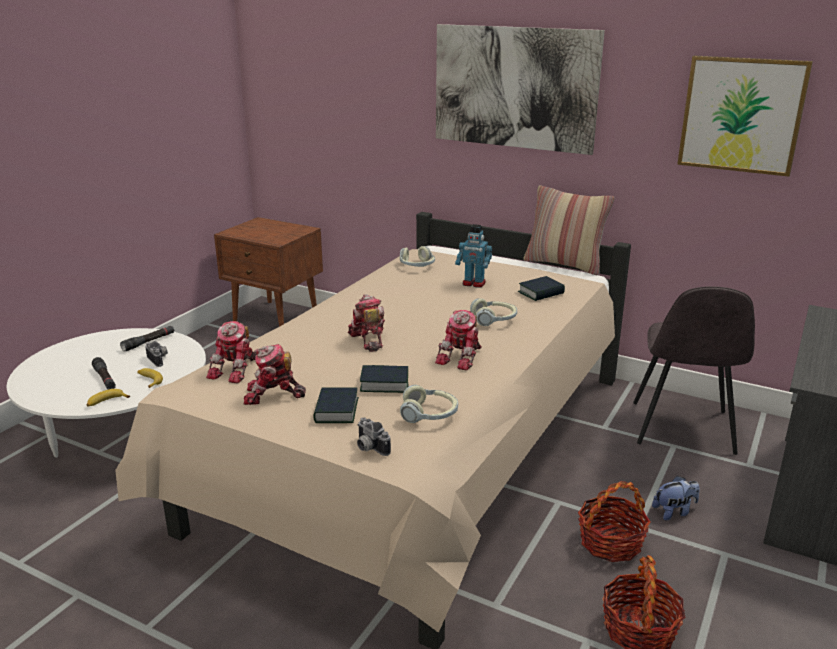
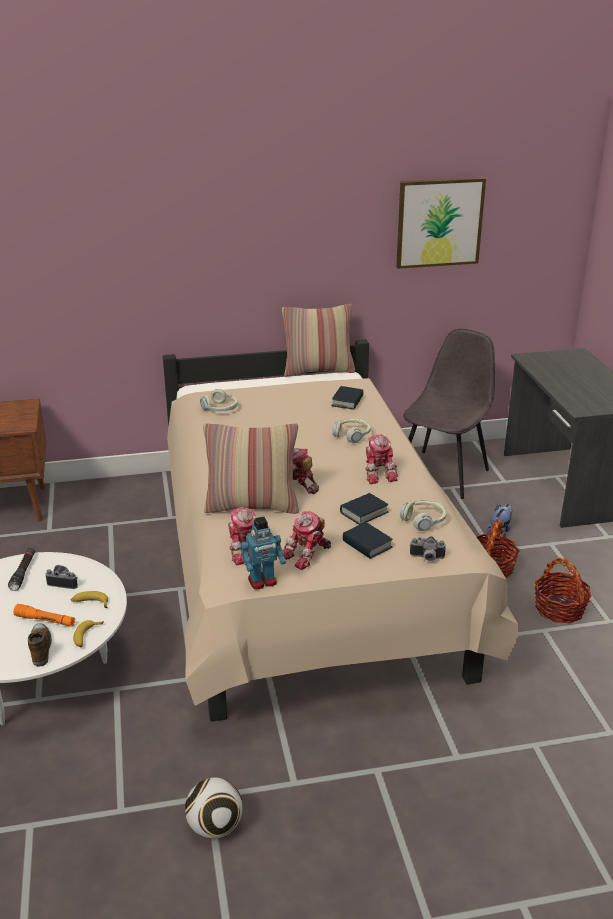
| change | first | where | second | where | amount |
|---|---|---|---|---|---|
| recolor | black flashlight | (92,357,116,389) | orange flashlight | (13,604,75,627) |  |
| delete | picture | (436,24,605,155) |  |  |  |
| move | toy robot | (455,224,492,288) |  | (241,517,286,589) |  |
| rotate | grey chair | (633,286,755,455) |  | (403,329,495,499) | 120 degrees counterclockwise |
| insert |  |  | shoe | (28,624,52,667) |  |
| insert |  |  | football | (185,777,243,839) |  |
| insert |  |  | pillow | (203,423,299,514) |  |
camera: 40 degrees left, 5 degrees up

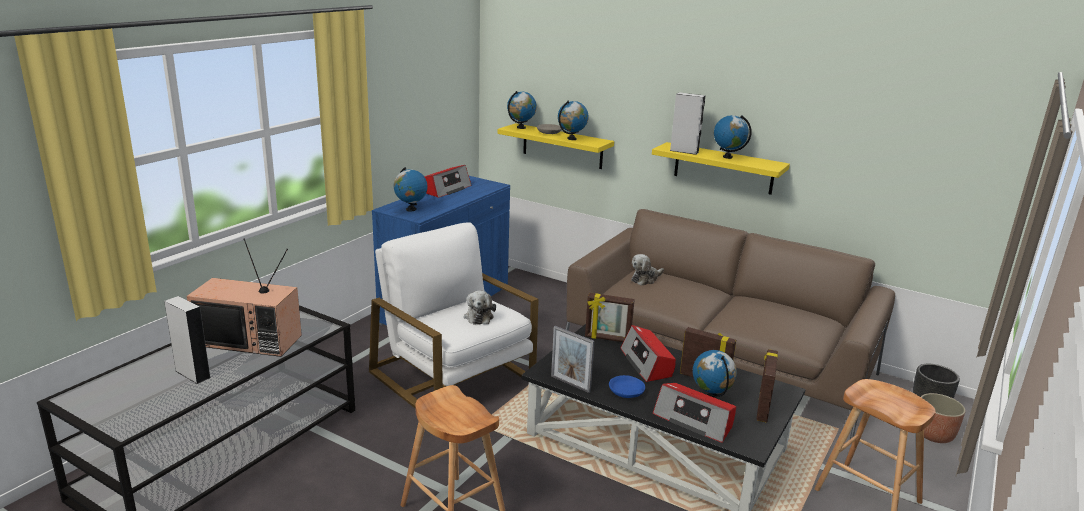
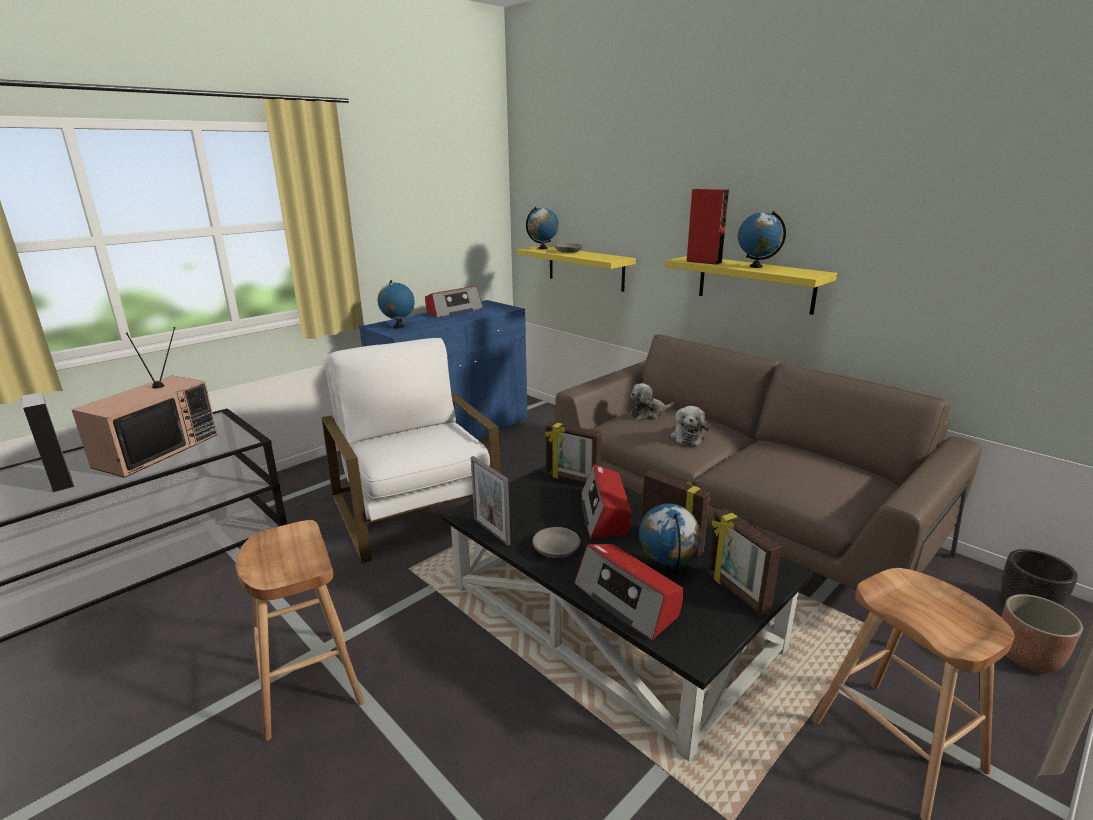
| change | first | where | second | where | amount |
|---|---|---|---|---|---|
| rotate | television | (187,238,302,357) |  | (72,327,217,478) | 90 degrees counterclockwise |
| move | plush toy | (464,290,496,325) |  | (671,406,710,445) |  |
| delete | globe | (558,101,588,140) |  |  |  |
| recolor | blue bowl | (609,375,645,398) | grey bowl | (532,527,580,558) |  |
| recolor | grey speaker | (670,92,705,155) | red speaker | (686,189,729,265) |  |
| rotate | picture frame | (757,349,778,423) |  | (708,508,782,616) | 60 degrees counterclockwise |
camera: 15 degrees right, 0 degrees up

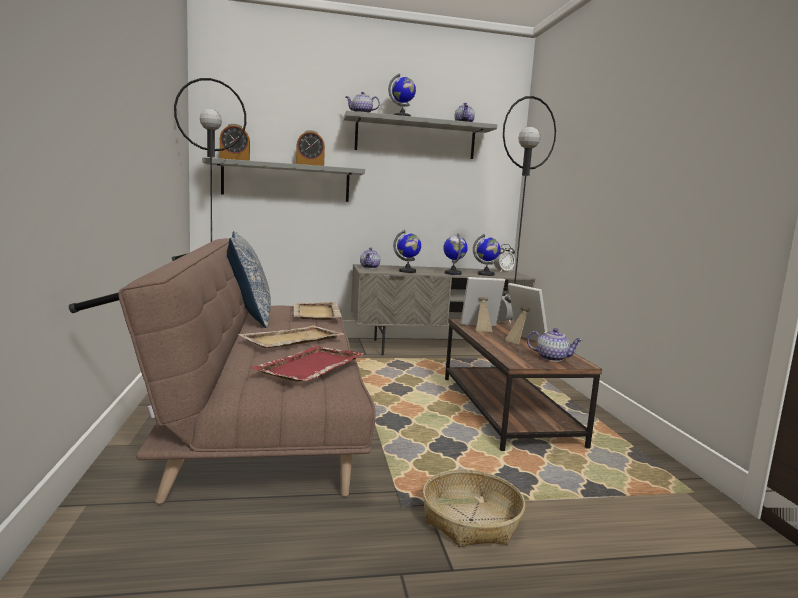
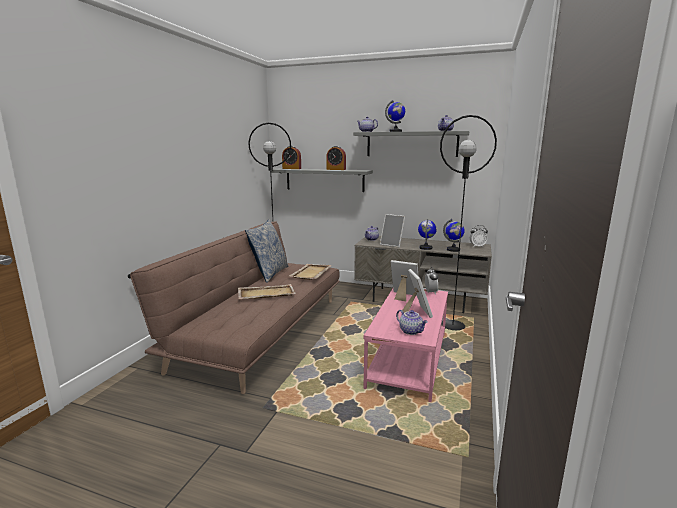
| change | first | where | second | where | amount |
|---|---|---|---|---|---|
| delete | red tray | (250,346,366,382) |  |  |  |
| replace | globe | (393,230,421,273) | picture frame | (380,214,405,248) |  |
| delete | basket | (423,470,525,547) |  |  |  |
| recolor | brown coffee table | (445,319,602,451) | pink coffee table | (363,289,448,402) |  |
camera: 30 degrees right, 5 degrees up

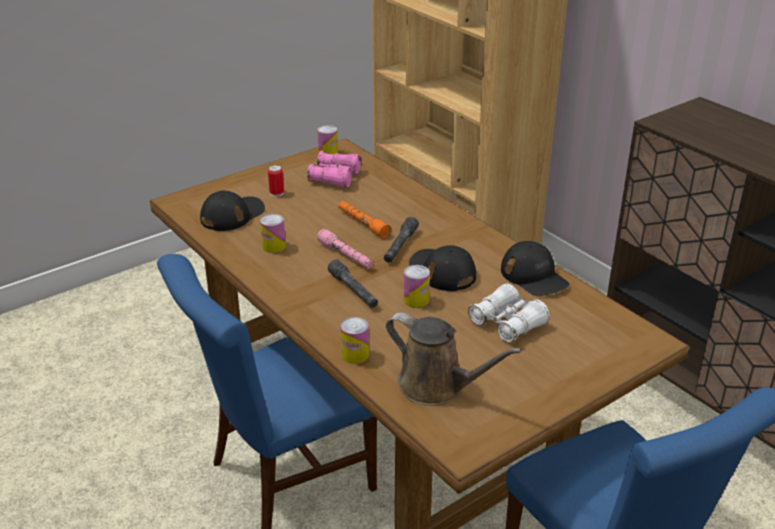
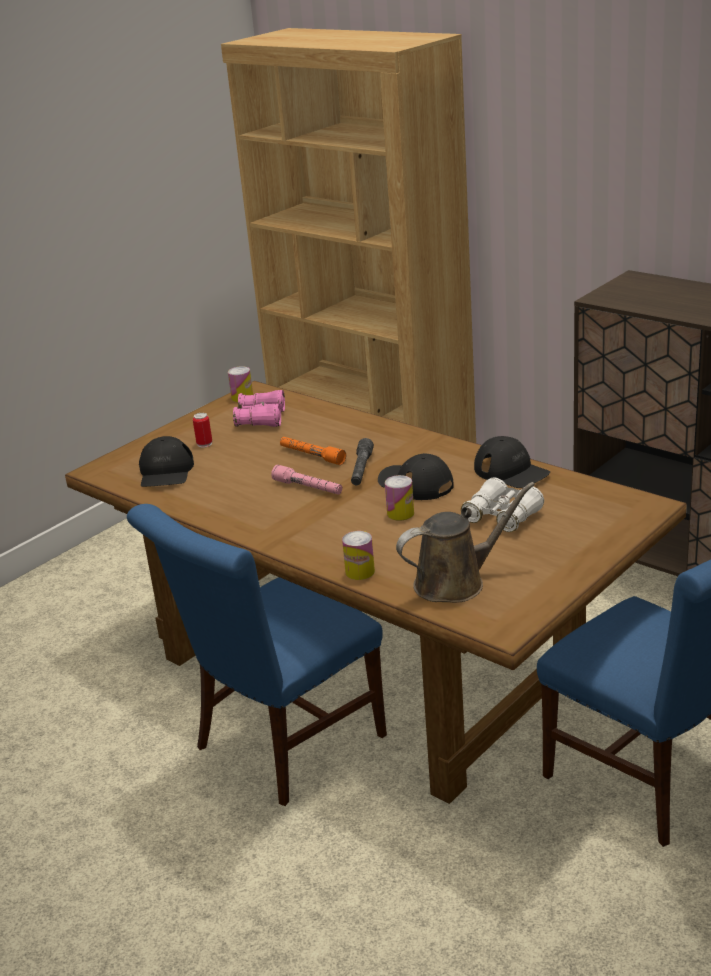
| change | first | where | second | where | amount |
|---|---|---|---|---|---|
| rotate | black cap | (200,190,265,231) |  | (139,436,194,487) | 150 degrees clockwise |
| delete | can | (260,214,286,253) |  |  |  |
| delete | grey flashlight | (328,259,378,308) |  |  |  |
| rotate | brown watering can | (386,313,522,406) |  | (396,482,535,603) | 45 degrees counterclockwise |
camera: 10 degrees left, 5 degrees down

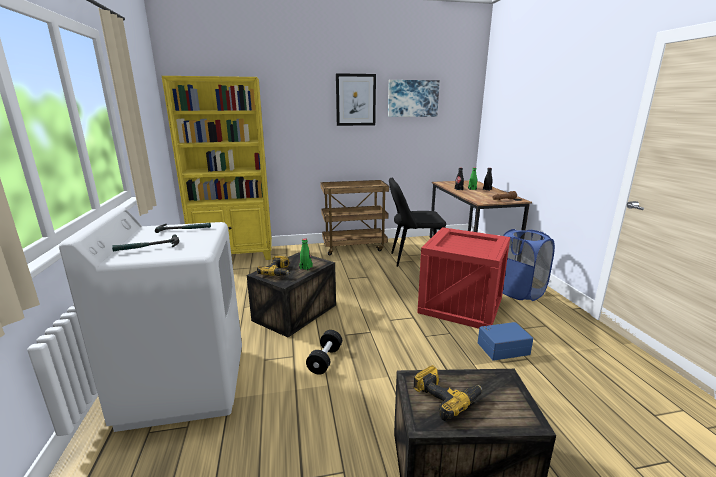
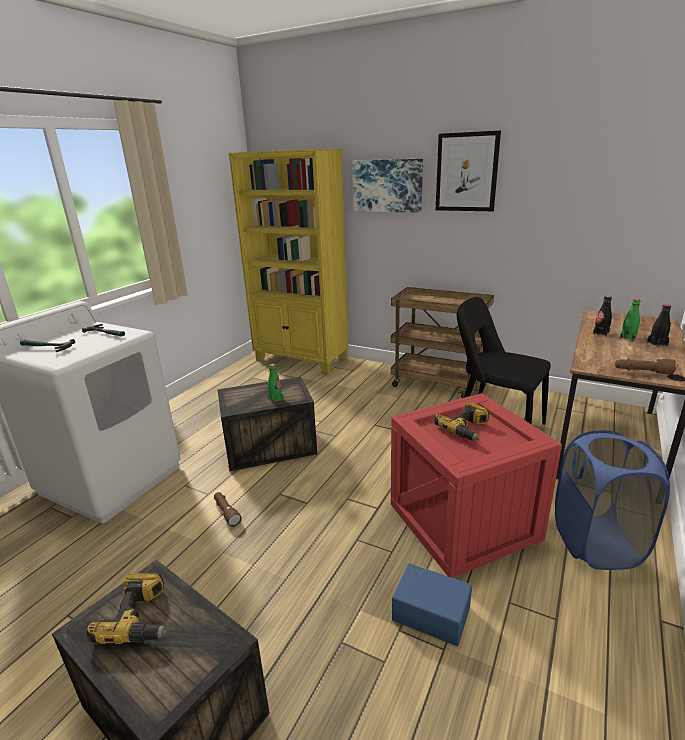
| change | first | where | second | where | amount |
|---|---|---|---|---|---|
| move | power drill | (257,256,290,276) |  | (434,402,489,441) |  |
| replace | black dumbbell | (306,330,342,375) | brown flashlight | (214,492,242,527) |  |
| move | picture | (388,80,440,117) |  | (352,159,423,213) |  |
camera: 40 degrees right, 5 degrees up

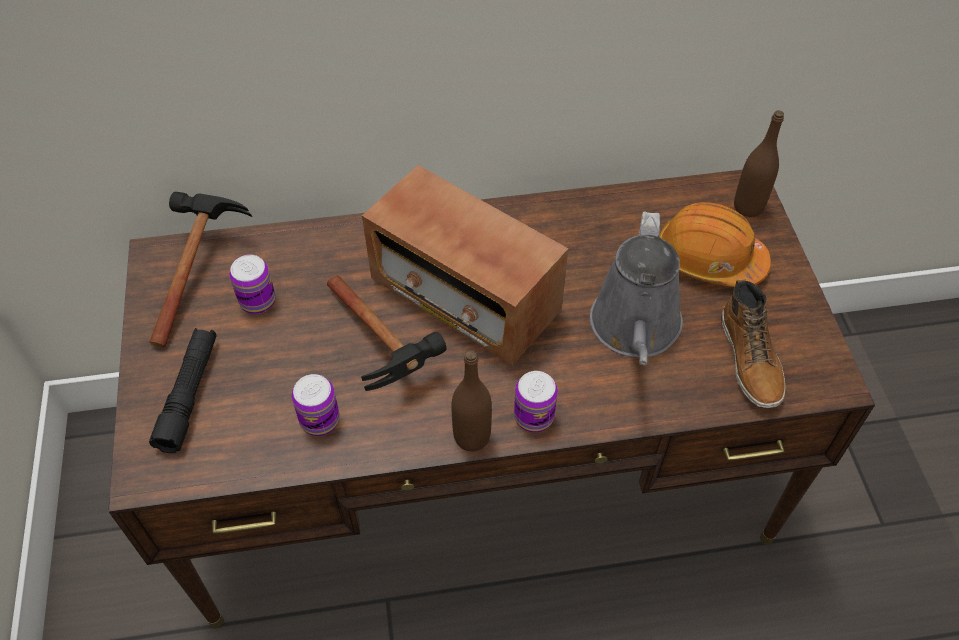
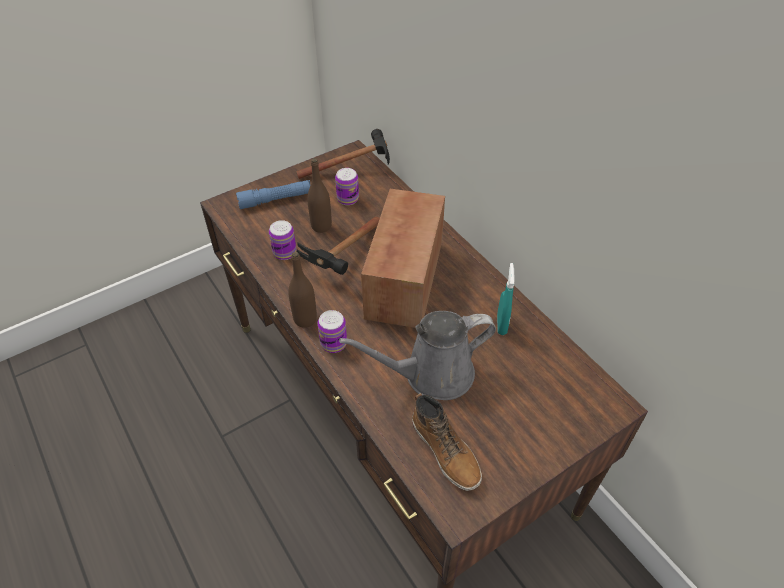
| change | first | where | second | where | amount |
|---|---|---|---|---|---|
| recolor | black flashlight | (149,328,217,453) | blue flashlight | (236,180,311,209) |  |
| delete | orange hard hat | (659,202,771,287) |  |  |  |
| rotate | boot | (721,279,785,408) |  | (412,393,482,491) | 90 degrees counterclockwise |
| move | brown bottle | (734,110,784,217) |  | (307,158,332,233) |  |
| insert |  |  | turquoise spray bottle | (497,263,515,335) |  |
camera: 65 degrees right, 5 degrees down

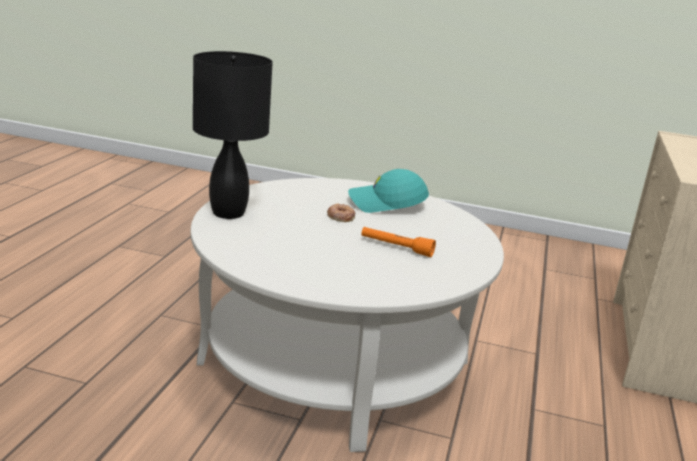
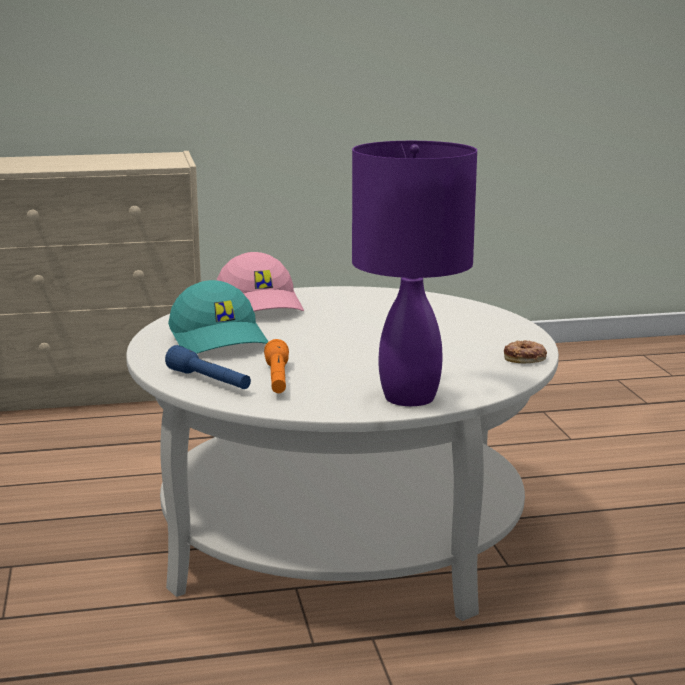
| change | first | where | second | where | amount |
|---|---|---|---|---|---|
| recolor | black table lamp | (193,51,273,219) | purple table lamp | (352,141,477,406) |  |
| move | donut | (327,204,355,222) |  | (504,340,547,363) |  |
| move | orange flashlight | (361,227,436,257) |  | (264,339,289,393) |  |
| insert |  |  | blue flashlight | (165,345,251,389) |  |
| insert |  |  | pink cap | (217,252,304,311) |  |
camera: 115 degrees left, 5 degrees down

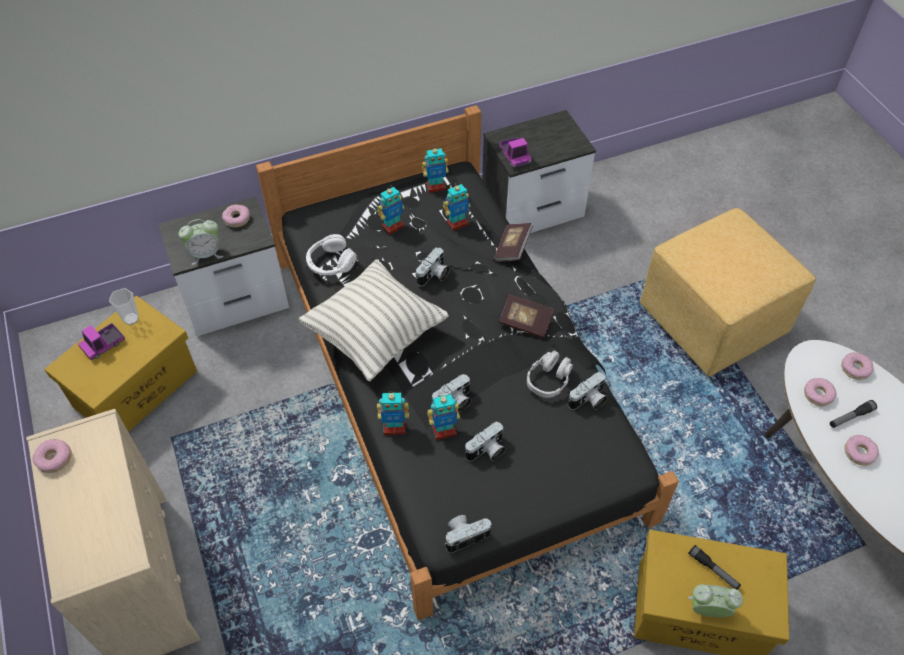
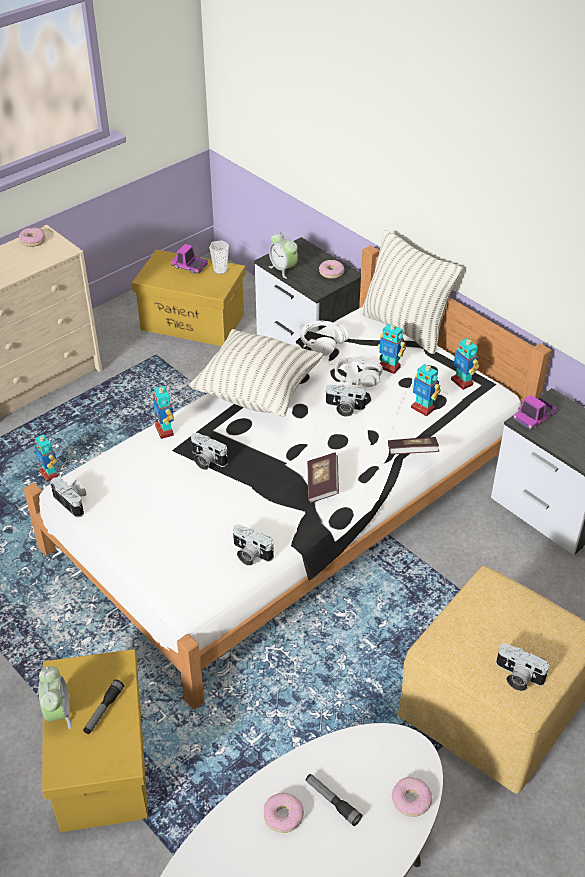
| change | first | where | second | where | amount |
|---|---|---|---|---|---|
| recolor | black bed | (256,105,679,620) | white bed | (24,245,551,709) |  |
| move | toy robot | (427,394,460,440) |  | (34,434,58,482) |  |
| move | photo camera | (465,422,506,461) |  | (496,643,549,691) |  |
| move | grey headphones | (527,350,573,398) |  | (335,357,383,387) |  |
| delete | donut | (804,378,836,406) |  |  |  |
| insert |  |  | pillow | (360,230,462,354) |  |
camera: 70 degrees right, 10 degrees down

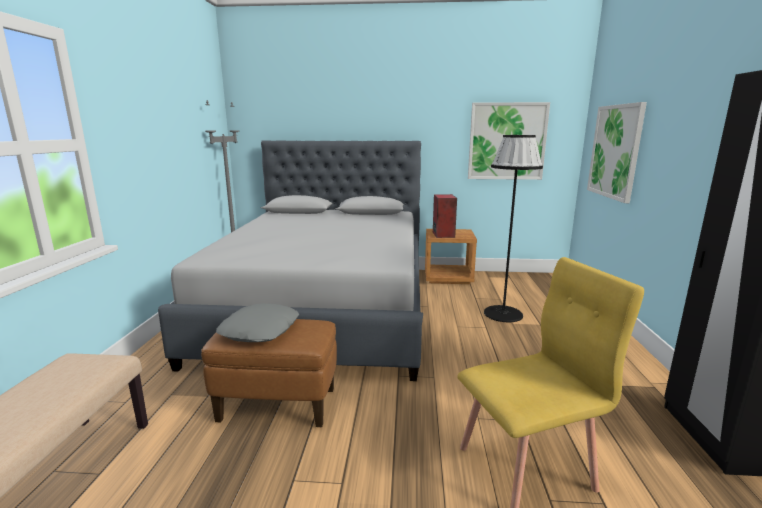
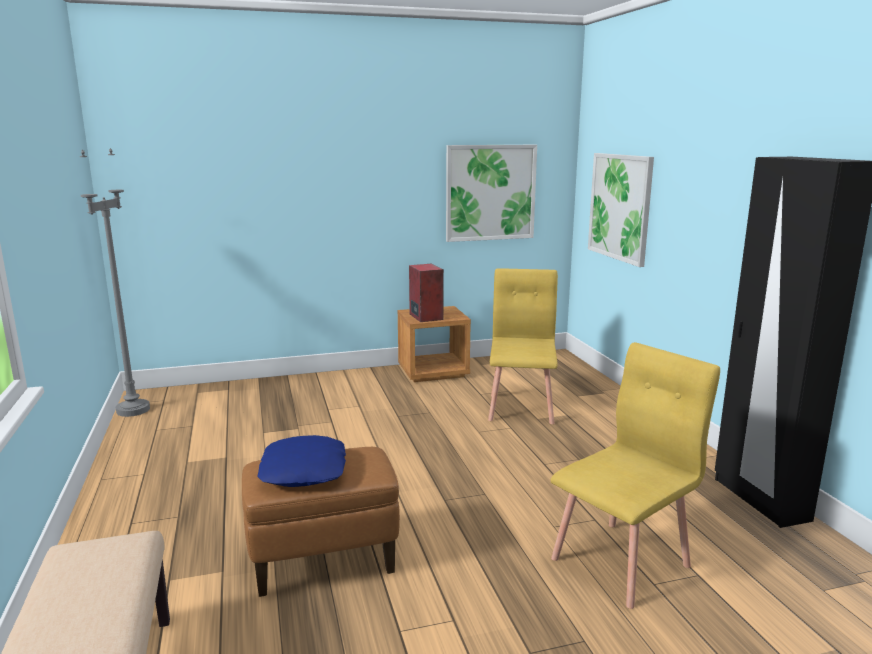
| change | first | where | second | where | amount |
|---|---|---|---|---|---|
| delete | grey bed | (158,140,423,381) |  |  |  |
| recolor | grey pillow | (216,303,299,342) | blue pillow | (257,435,346,487) |  |
| replace | black floor lamp | (484,135,543,322) | yellow chair | (488,268,558,424) |  |
camera: 20 degrees left, 0 degrees up

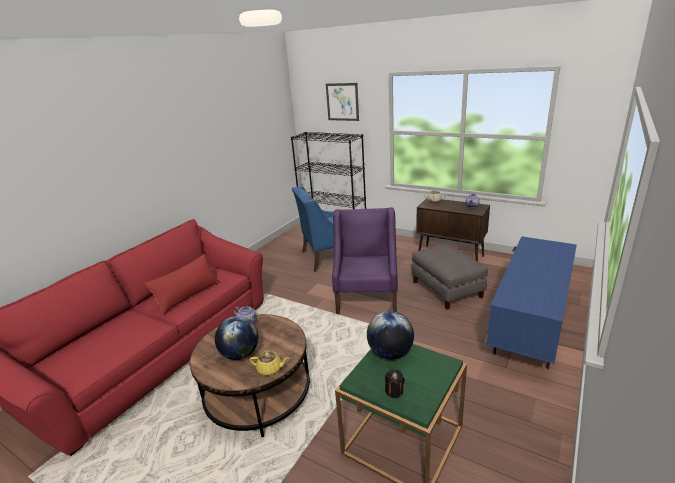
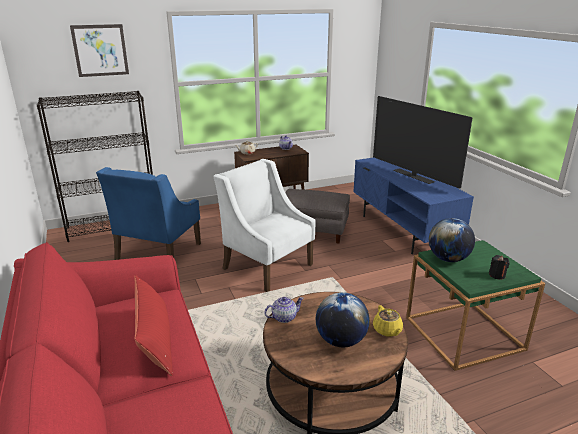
| change | first | where | second | where | amount |
|---|---|---|---|---|---|
| rotate | yellow teapot | (250,351,289,376) |  | (373,305,403,337) | 120 degrees clockwise |
| recolor | purple armchair | (332,207,398,314) | white armchair | (213,159,316,292) |  |
| insert |  |  | television | (373,96,472,189) |  |
camera: 55 degrees left, 0 degrees up

